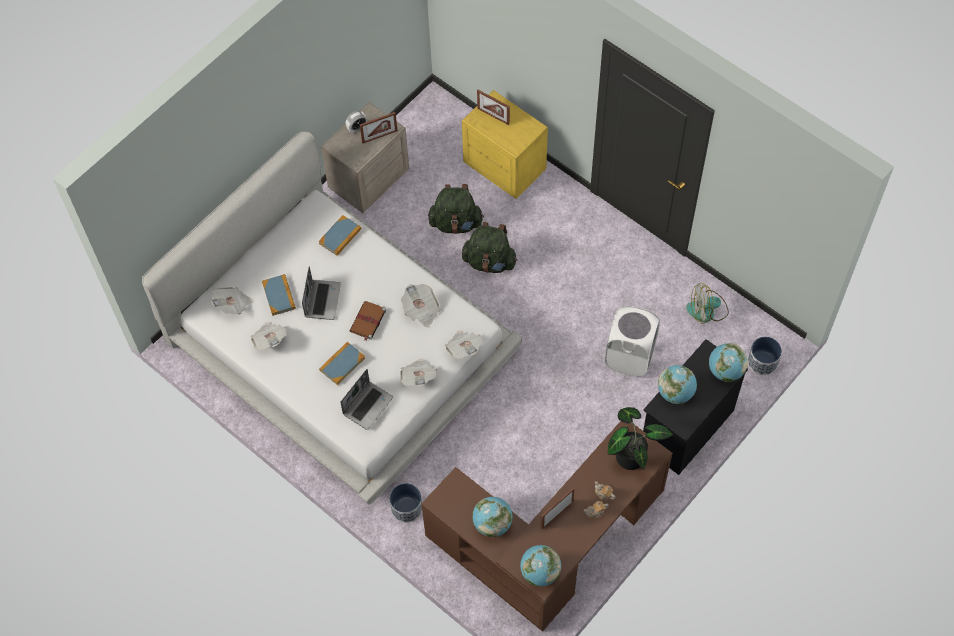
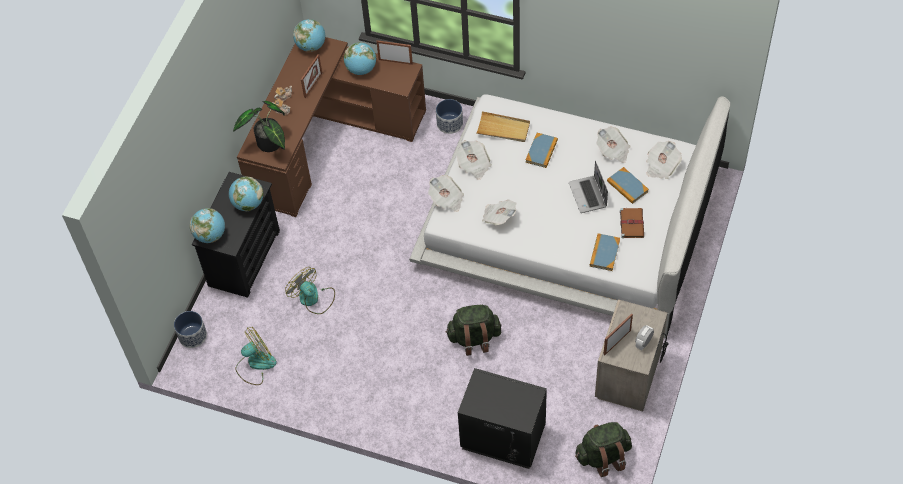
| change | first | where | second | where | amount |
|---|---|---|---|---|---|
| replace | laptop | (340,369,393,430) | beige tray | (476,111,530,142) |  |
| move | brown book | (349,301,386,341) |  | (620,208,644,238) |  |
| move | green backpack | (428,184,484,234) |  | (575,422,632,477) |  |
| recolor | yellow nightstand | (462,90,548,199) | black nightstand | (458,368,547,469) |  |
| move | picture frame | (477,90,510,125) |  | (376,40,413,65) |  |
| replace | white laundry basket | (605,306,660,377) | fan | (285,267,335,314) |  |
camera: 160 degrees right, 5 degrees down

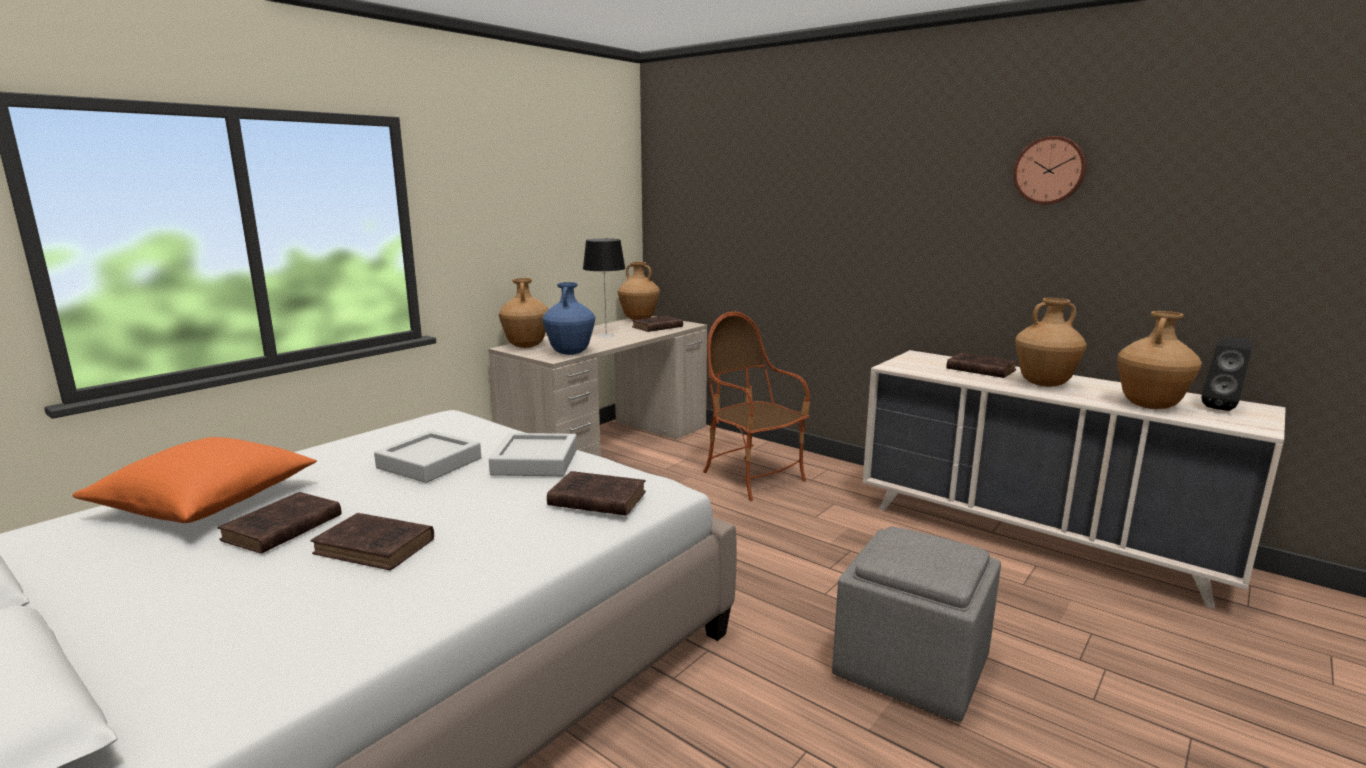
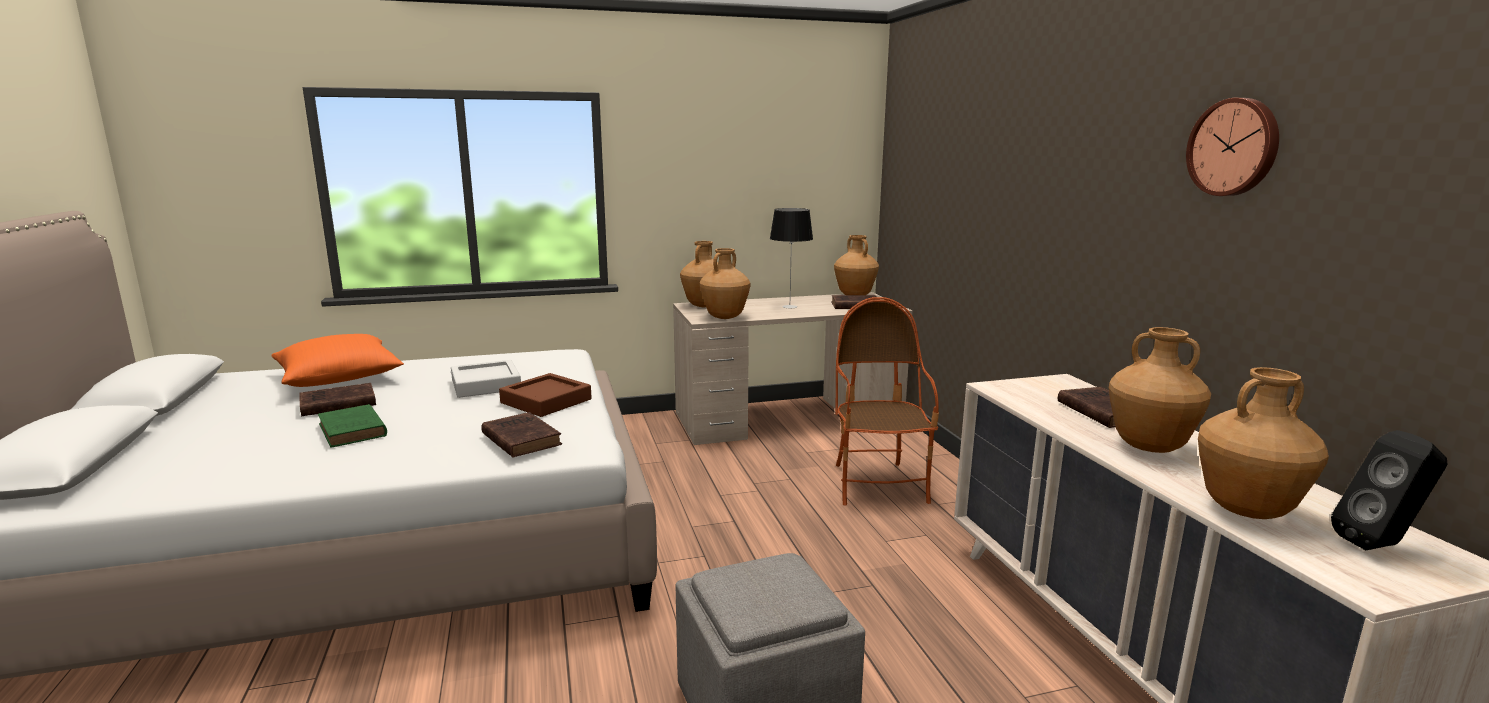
| change | first | where | second | where | amount |
|---|---|---|---|---|---|
| recolor | brown book | (311,513,434,570) | green book | (318,404,387,447) |  |
| recolor | grey tray | (489,433,577,476) | brown tray | (499,373,592,417) |  |
| recolor | blue vase | (542,282,595,355) | brown vase | (700,248,750,319) |  |
camera: 35 degrees right, 0 degrees up

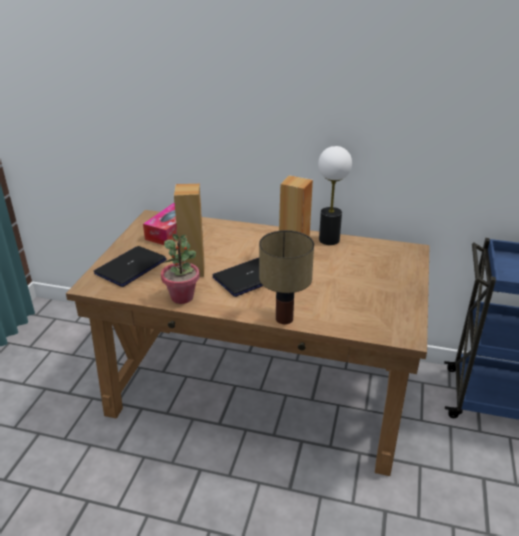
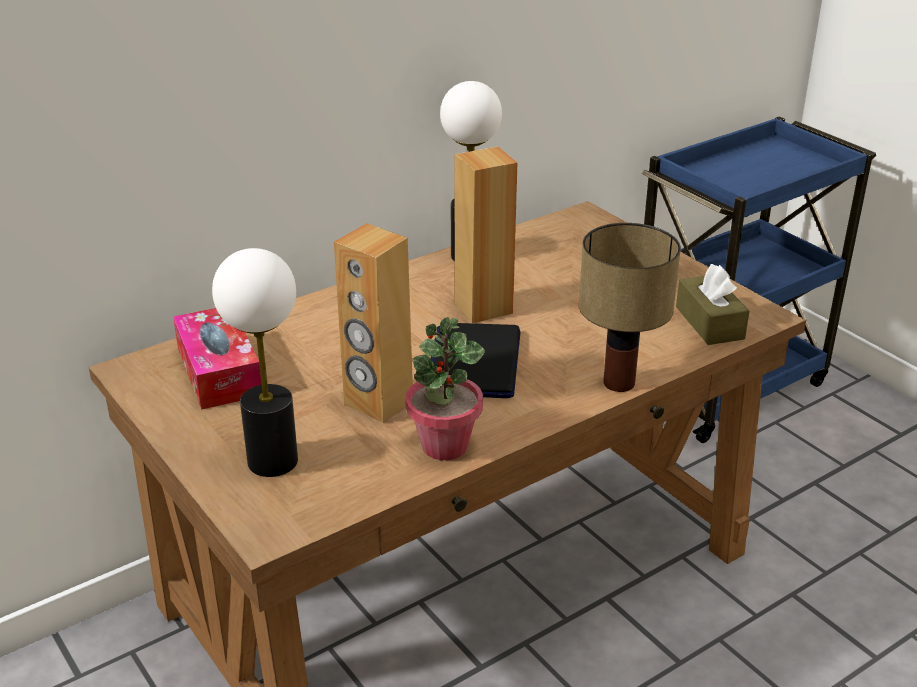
| change | first | where | second | where | amount |
|---|---|---|---|---|---|
| replace | laptop | (94,246,167,287) | table lamp | (212,248,298,477) |  |
| insert |  |  | brown tissue box | (676,264,749,345) |  |
camera: 50 degrees left, 0 degrees up

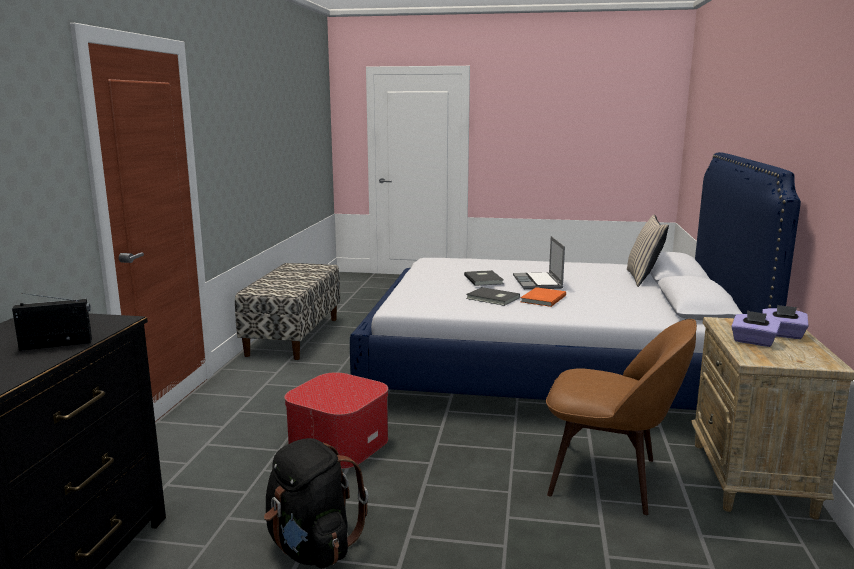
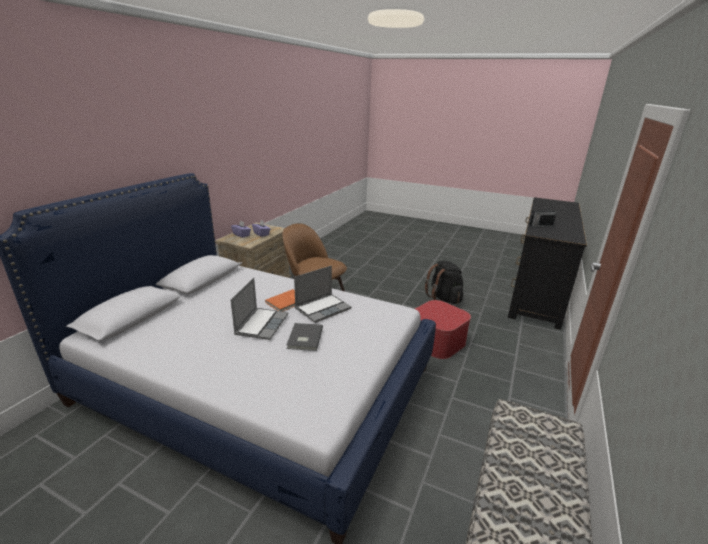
| change | first | where | second | where | amount |
|---|---|---|---|---|---|
| replace | grey book | (466,287,520,306) | laptop | (294,265,351,323) |  |
| delete | beige pillow | (627,215,669,287) |  |  |  |
camera: 165 degrees left, 10 degrees up

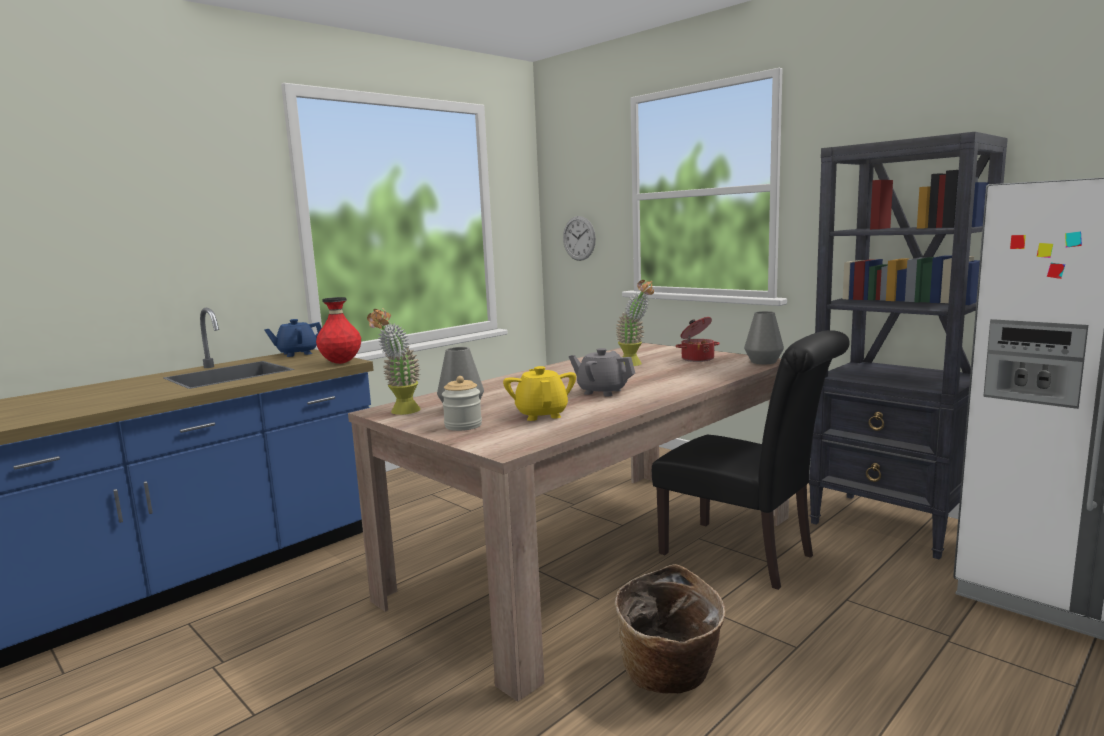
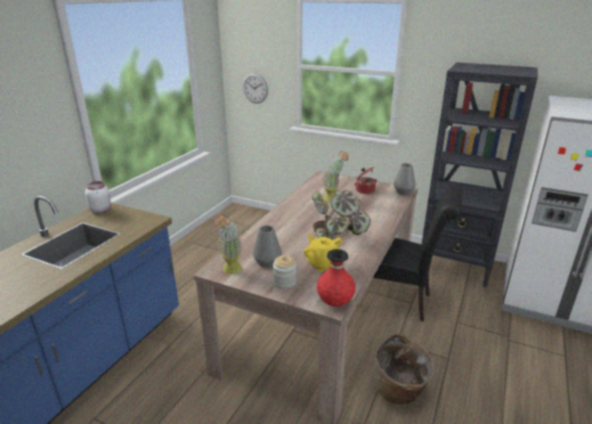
| change | first | where | second | where | amount |
|---|---|---|---|---|---|
| replace | blue teapot | (264,319,322,357) | white jar | (85,181,111,213) |  |
| move | red vase | (316,297,361,364) |  | (317,249,356,307) |  |
| replace | grey teapot | (569,348,635,396) | potted plant | (312,190,371,240) |  |
camera: 20 degrees left, 15 degrees up

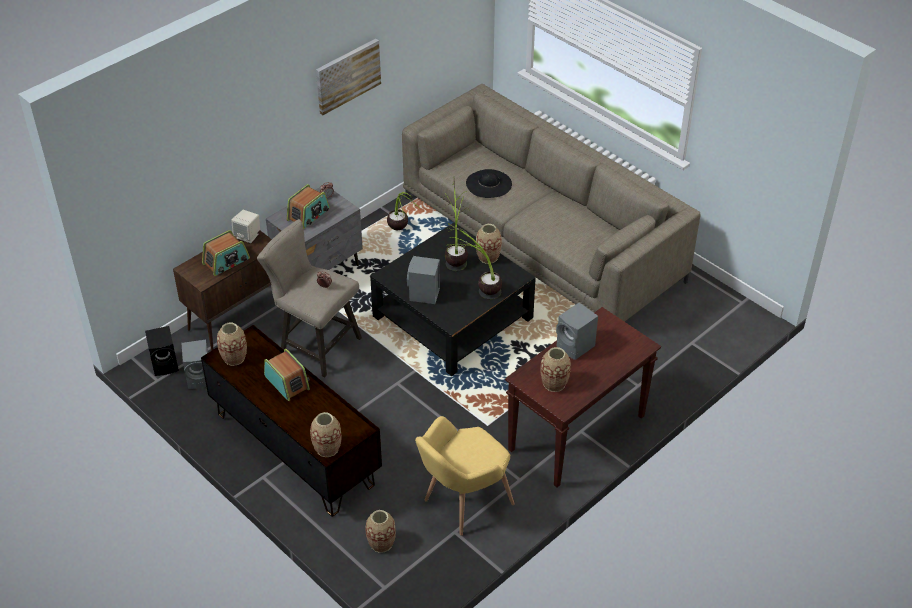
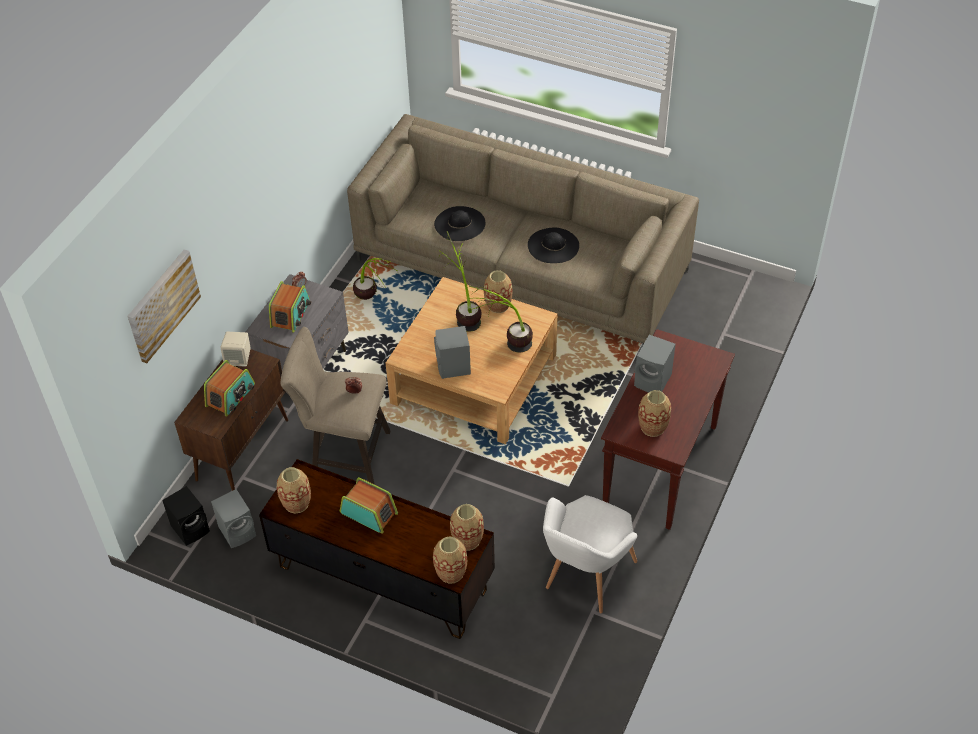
| change | first | where | second | where | amount |
|---|---|---|---|---|---|
| move | picture | (316,39,381,115) |  | (127,249,201,363) |  |
| move | vase | (365,510,396,553) |  | (450,504,484,550) |  |
| recolor | black coffee table | (370,223,536,376) | beige coffee table | (386,277,557,444) |  |
| recolor | yellow armchair | (415,416,514,536) | white armchair | (543,495,637,613) |  |
| insert |  |  | black hat | (528,227,579,263) |  |
camera: 20 degrees left, 5 degrees up

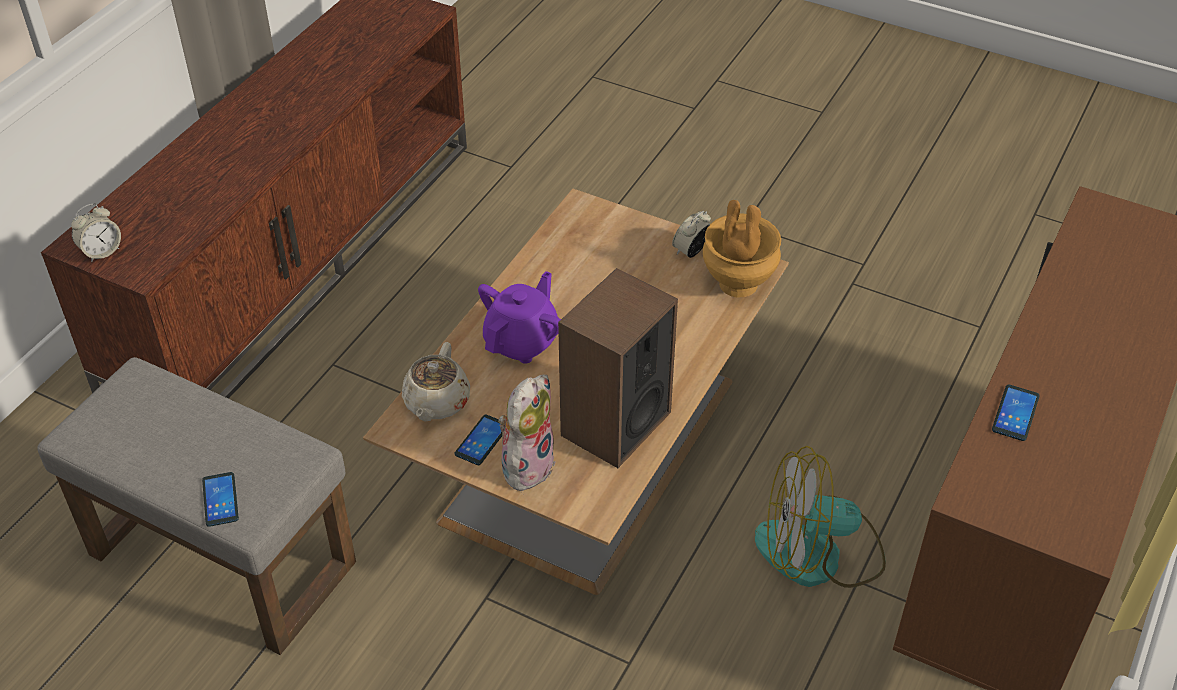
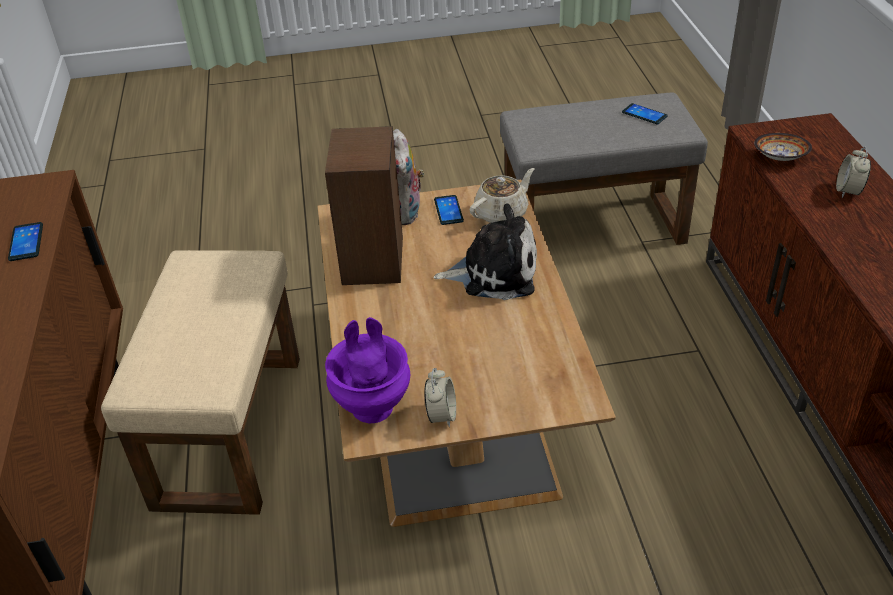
| change | first | where | second | where | amount |
|---|---|---|---|---|---|
| move | alarm clock | (71,203,121,262) |  | (836,147,871,198) |  |
| move | phone | (202,472,239,527) |  | (622,103,668,124) |  |
| rotate | beige teapot | (402,342,470,421) |  | (470,168,535,223) | 75 degrees clockwise |
| replace | purple teapot | (478,271,561,364) | plush toy | (434,204,537,300) |  |
| recolor | brown vase | (703,200,781,297) | purple vase | (325,317,410,424) |  |
| replace | fan | (755,446,886,588) | beige ottoman | (101,250,300,515) |  |
| insert |  |  | bowl | (754,133,812,161) |  |
camera: 145 degrees right, 5 degrees down

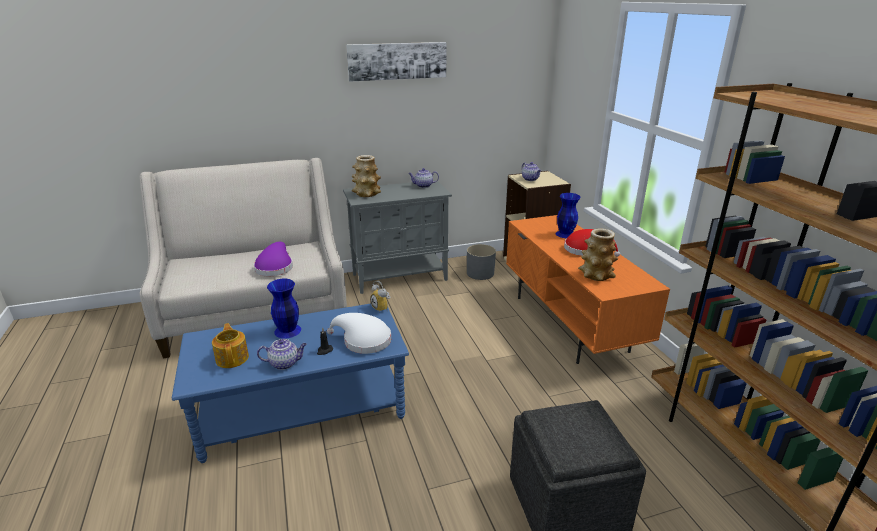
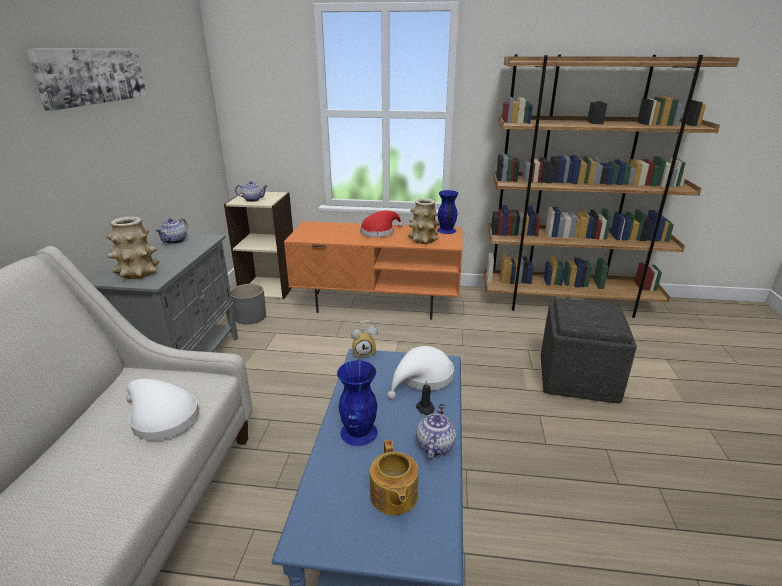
| change | first | where | second | where | amount |
|---|---|---|---|---|---|
| rotate | teapot | (212,323,249,368) |  | (370,440,418,515) | 105 degrees counterclockwise |
| recolor | purple hat | (254,242,293,276) | white hat | (126,379,199,440) |  |
| move | blue vase | (556,193,581,238) |  | (437,190,459,234) |  |
camera: 65 degrees left, 0 degrees up

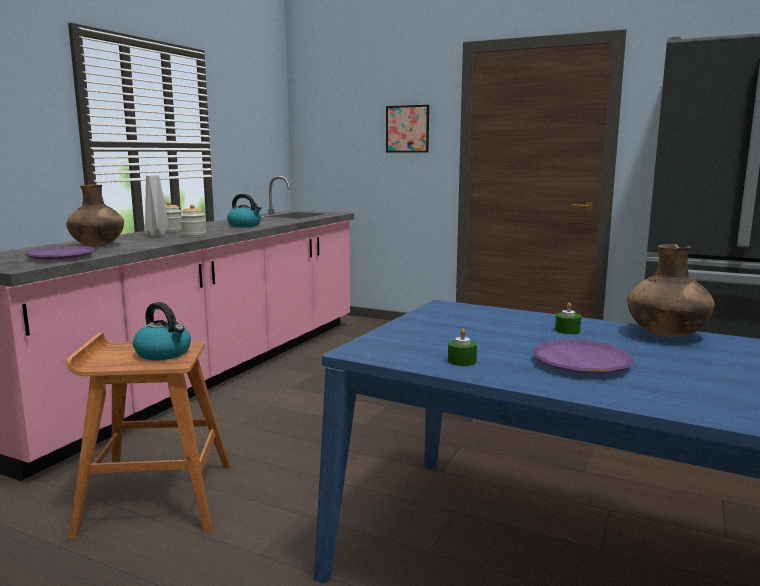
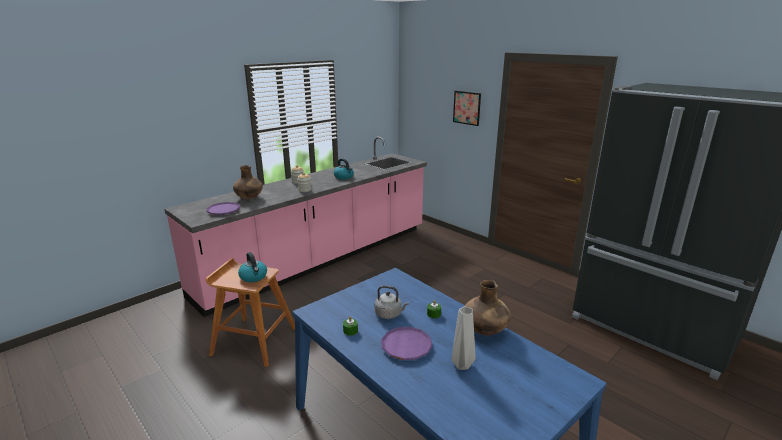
| change | first | where | second | where | amount |
|---|---|---|---|---|---|
| move | grey vase | (145,175,169,237) |  | (451,306,476,370) |  |
| insert |  |  | grey kettle | (375,286,409,319) |  |
camera: 20 degrees right, 10 degrees up

